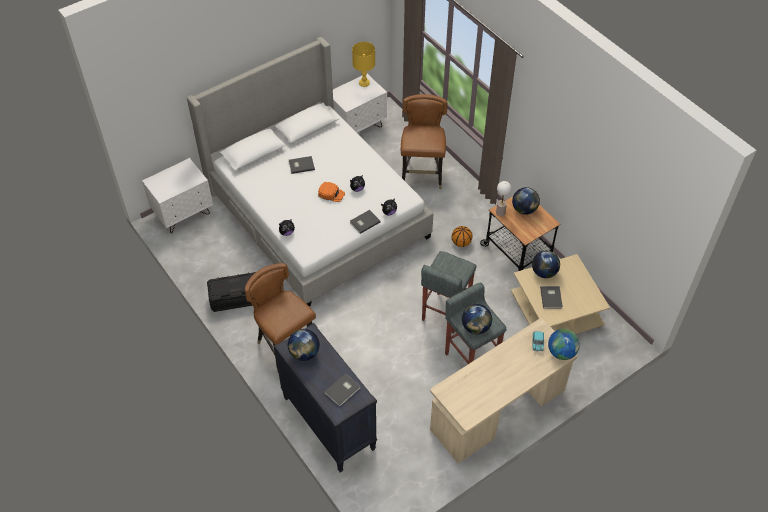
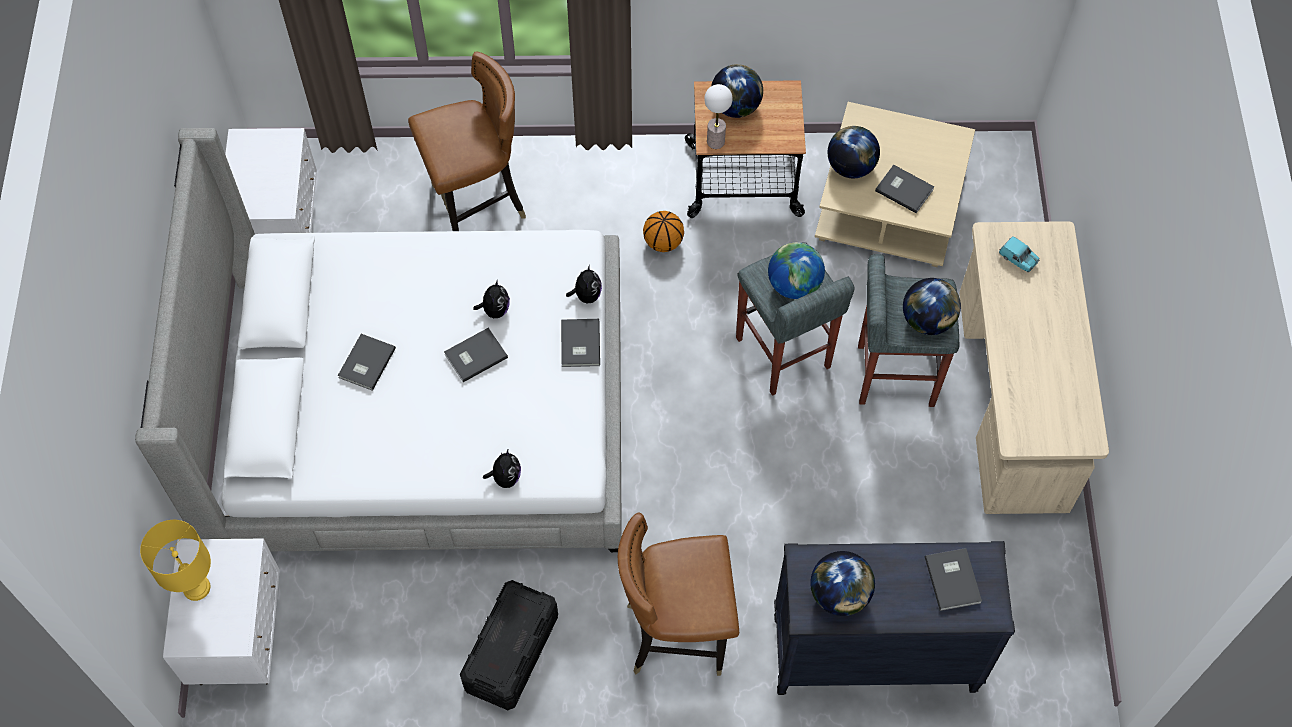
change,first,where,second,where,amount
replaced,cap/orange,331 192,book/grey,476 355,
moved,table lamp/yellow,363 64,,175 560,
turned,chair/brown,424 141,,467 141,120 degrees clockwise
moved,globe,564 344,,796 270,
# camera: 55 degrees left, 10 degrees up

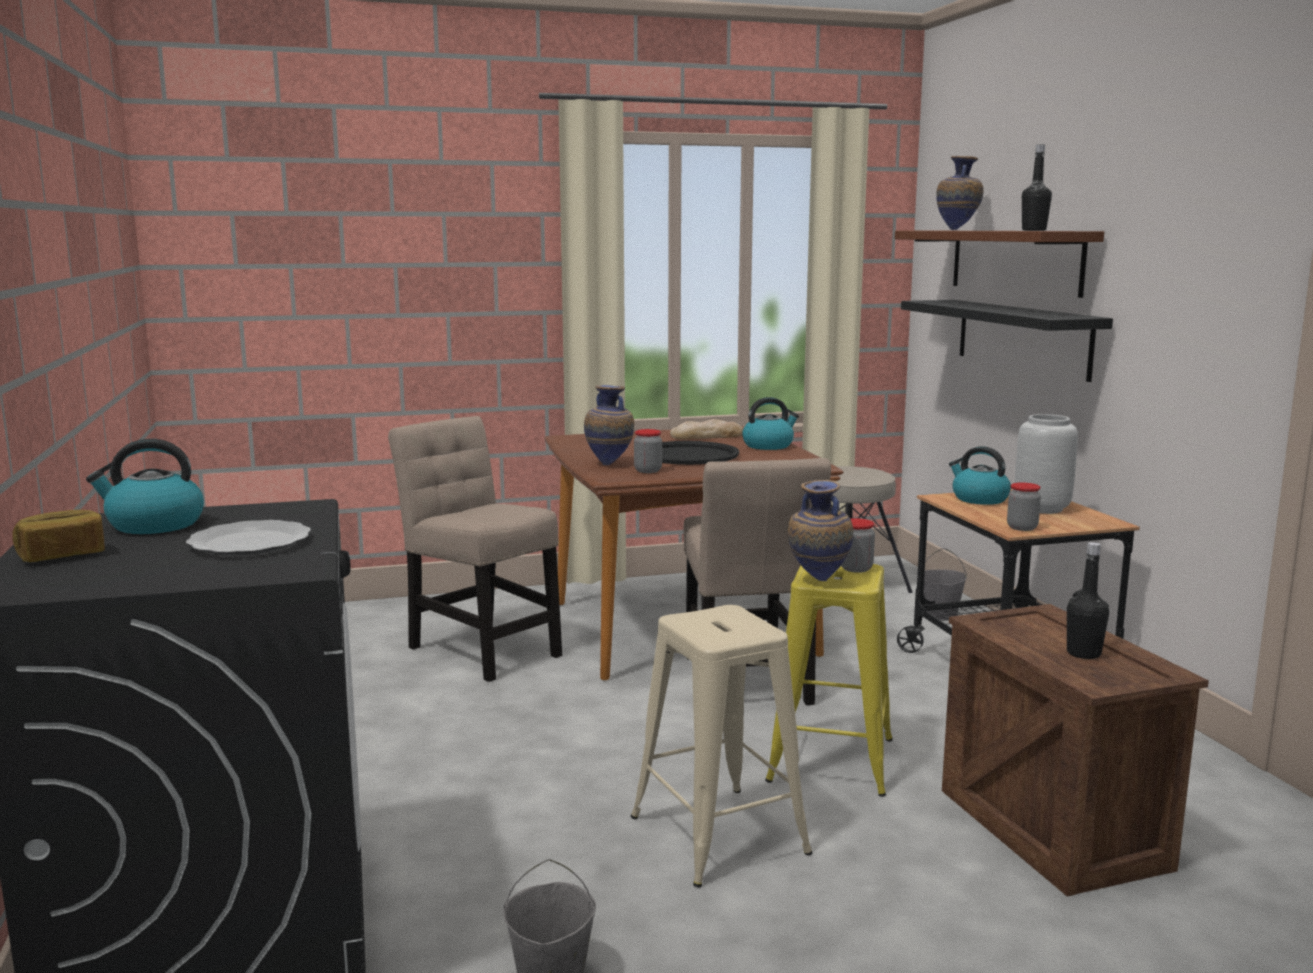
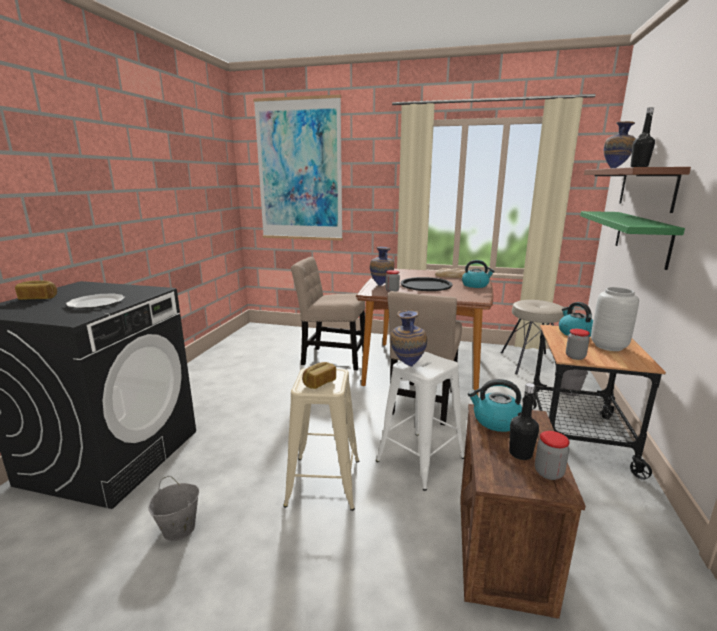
change,first,where,second,where,amount
moved,kettle,145 486,,495 405,
turned,chair/beige,475 549,,328 313,60 degrees counterclockwise
recoloured,stool/yellow,829 680,stool/white,420 421,
moved,jar,858 545,,552 455,
recoloured,shelf/black,1007 341,shelf/green,632 240,
added,,,picture,298 167,
added,,,bread,319 375,
# camera: 30 degrees right, 5 degrees up

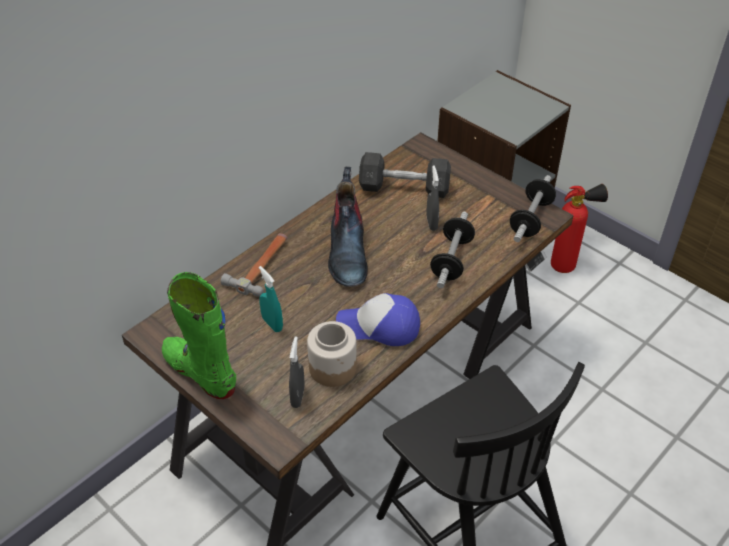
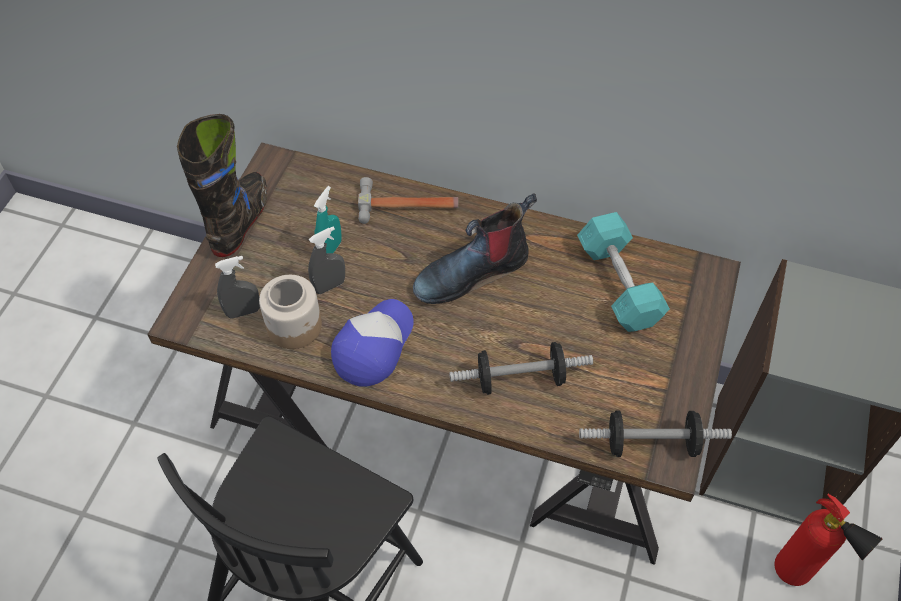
change,first,where,second,where,amount
recoloured,boot/green,199 335,boot/black,222 185,
turned,cap,378 319,,372 343,45 degrees clockwise
recoloured,dumbbell/grey,405 175,dumbbell/turquoise,623 272,
moved,spray bottle/grey,432 198,,326 260,
# camera: 65 degrees right, 10 degrees up

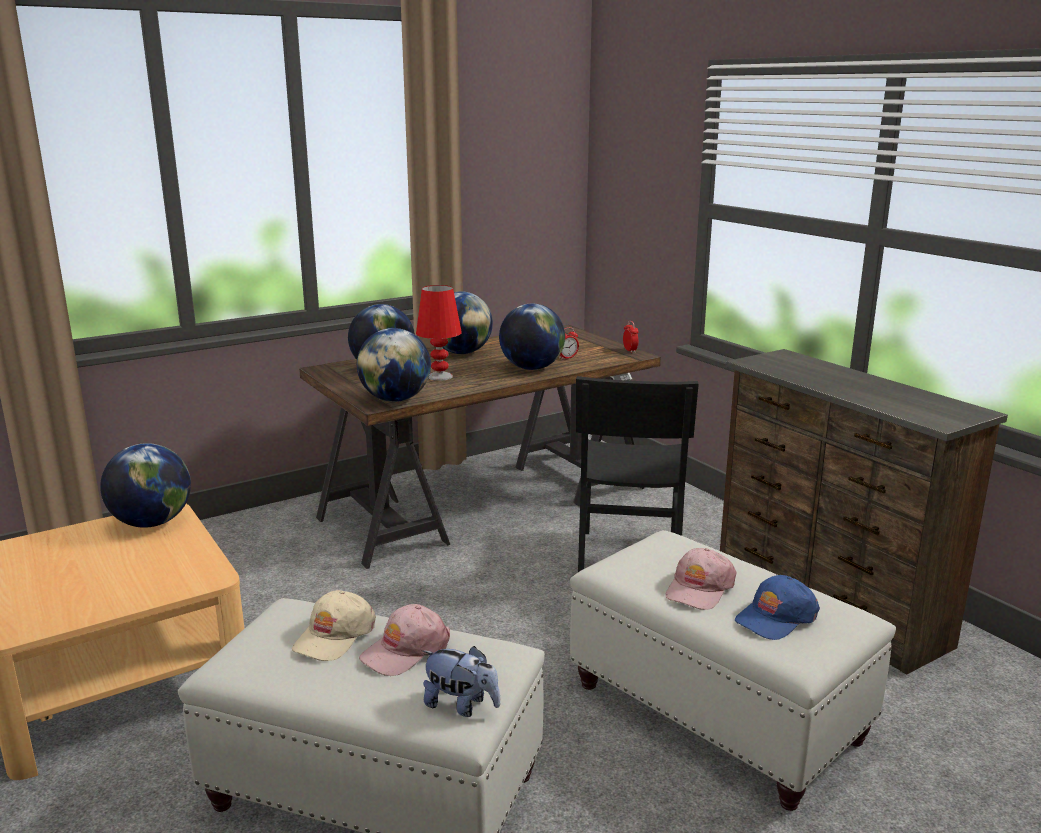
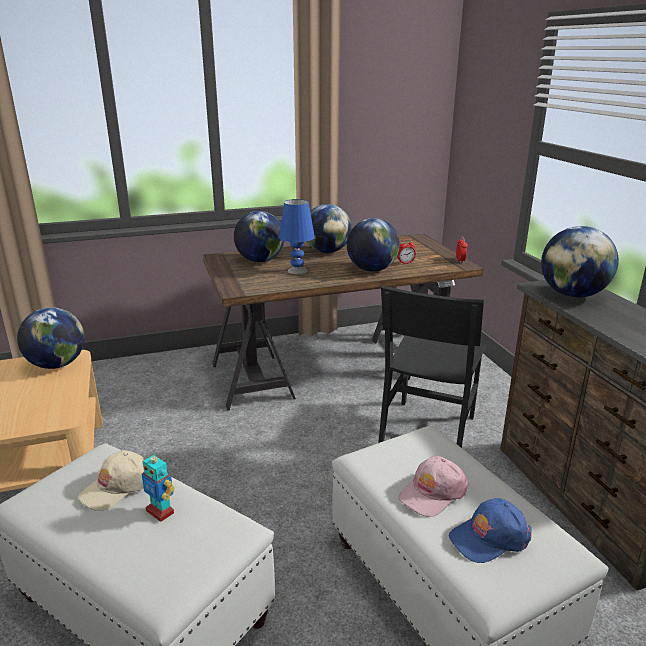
change,first,where,second,where,amount
moved,globe,394 365,,580 262,
replaced,cap/pink,404 640,toy robot,158 486,
recoloured,table lamp/red,439 333,table lamp/blue,297 236,
removed,plush toy,461 681,,,
# camera: 15 degrees right, 5 degrees up

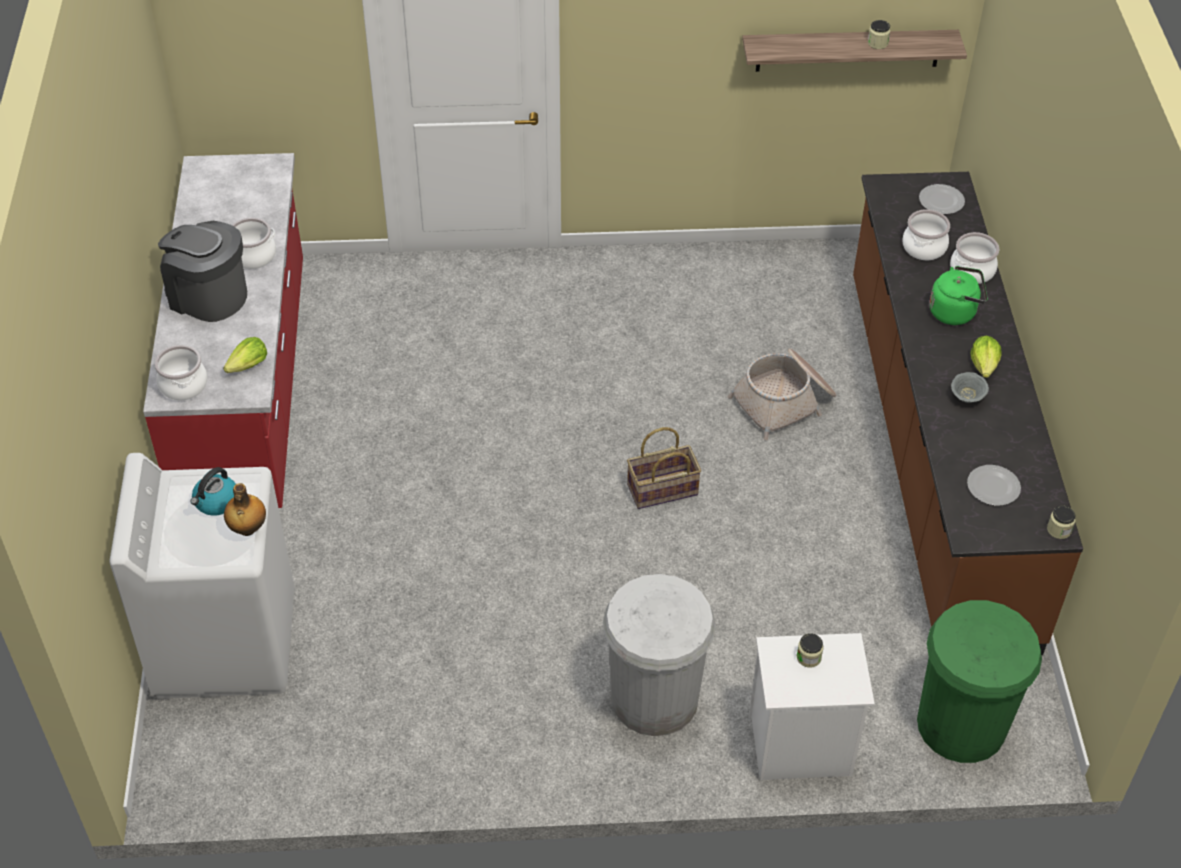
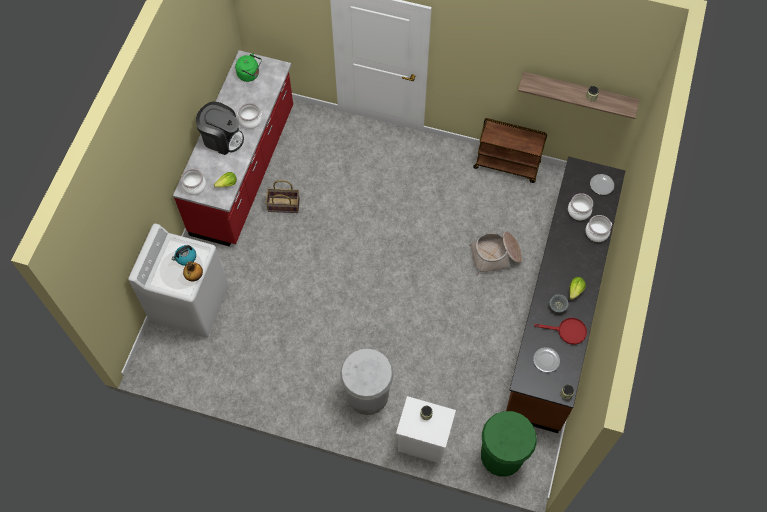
change,first,where,second,where,amount
turned,coffee machine,202 271,,220 128,150 degrees clockwise
moved,basket,664 468,,282 196,
moved,kettle/green,958 295,,248 67,
added,,,cart/brown,510 150,
added,,,frying pan/red,560 331,
# camera: 20 degrees right, 15 degrees up

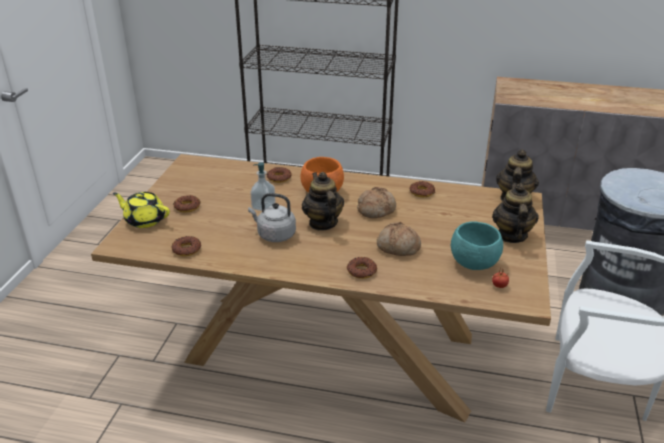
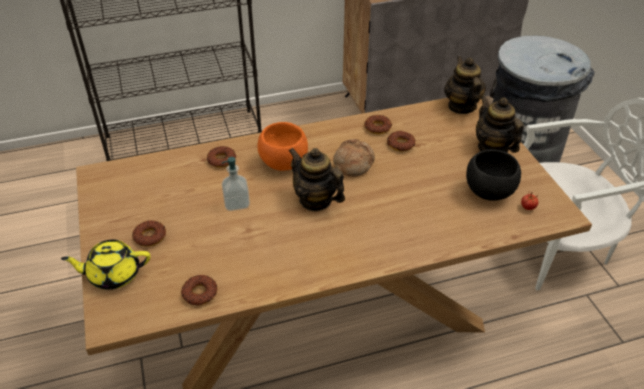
change,first,where,second,where,amount
removed,kettle/grey,272 217,,,
moved,donut,361 268,,401 141,
removed,bread,399 239,,,
recoloured,bowl/turquoise,477 245,bowl/black,493 175,
# camera: 30 degrees left, 10 degrees up

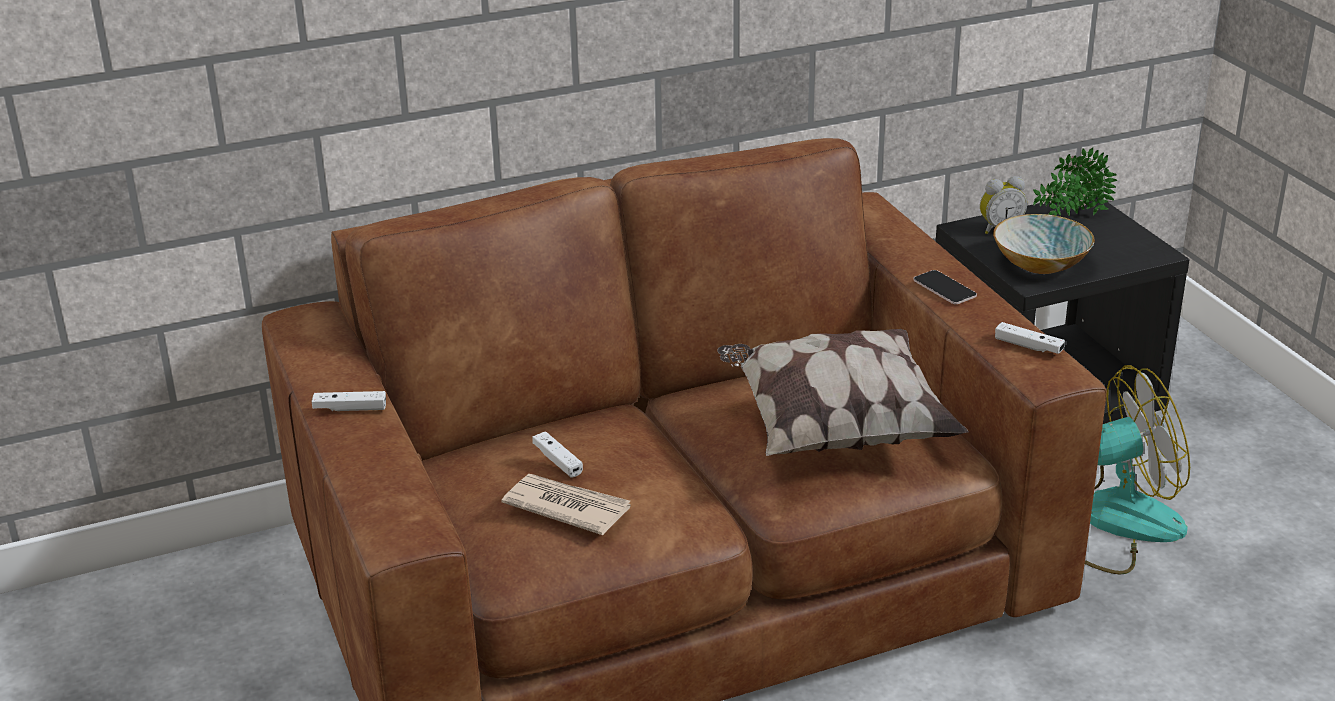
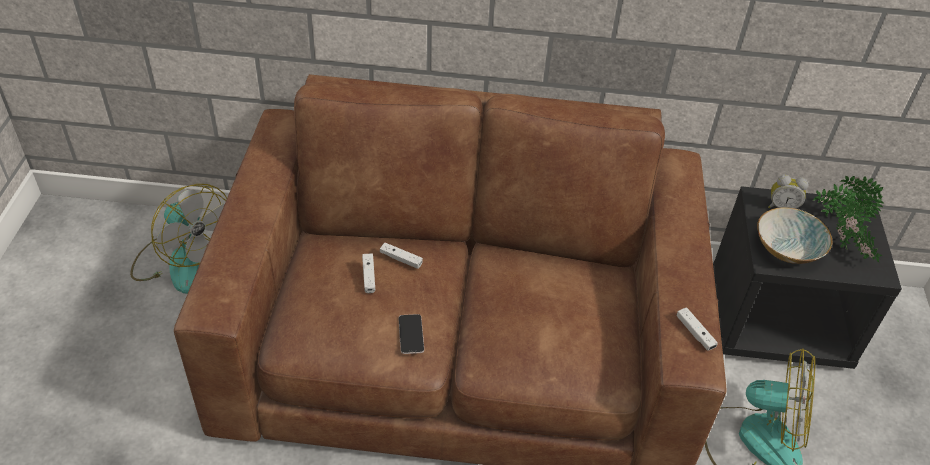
change,first,where,second,where,amount
moved,game controller/white,349 401,,401 256,
removed,newspaper,566 504,,,
removed,pillow,843 392,,,
moved,phone,945 287,,411 334,
added,,,fan,178 239,
added,,,potted plant,858 230,
# camera: 25 degrees right, 15 degrees up

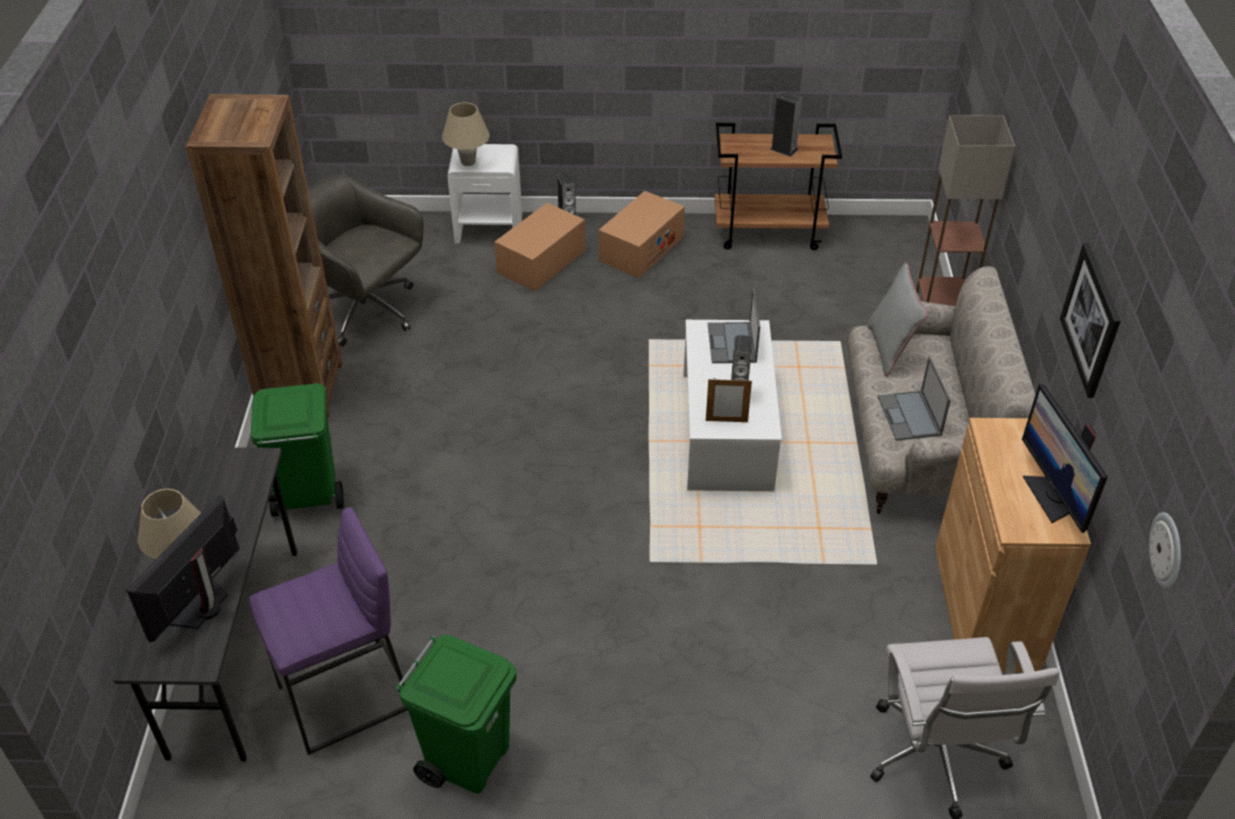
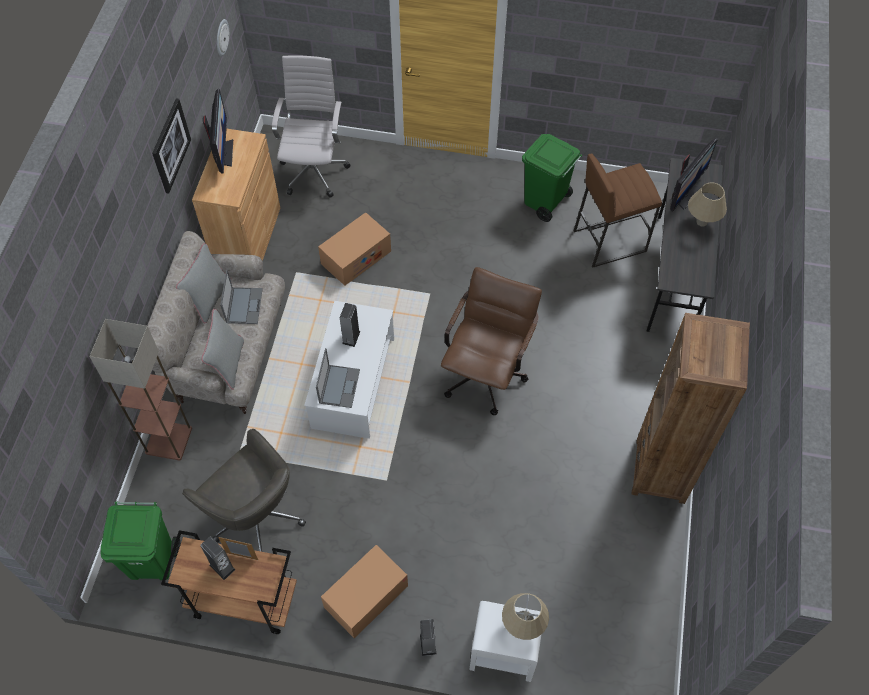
change,first,where,second,where,amount
recoloured,stool/purple,328 631,stool/brown,618 211,
moved,trash can/green,297 450,,140 540,
moved,office chair/grey,366 260,,244 490,
moved,cardboard box,540 247,,354 249,
moved,picture frame,729 400,,238 548,
added,,,pillow/grey,204 283,
added,,,office chair/brown,491 341,
# camera: 170 degrees left, 15 degrees up

